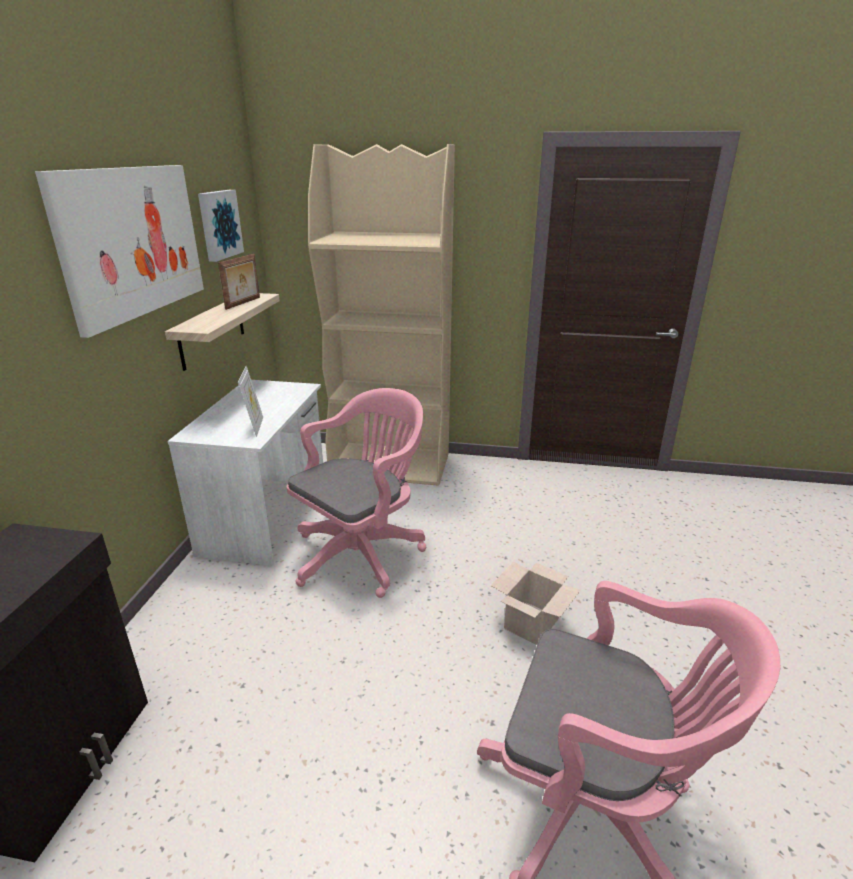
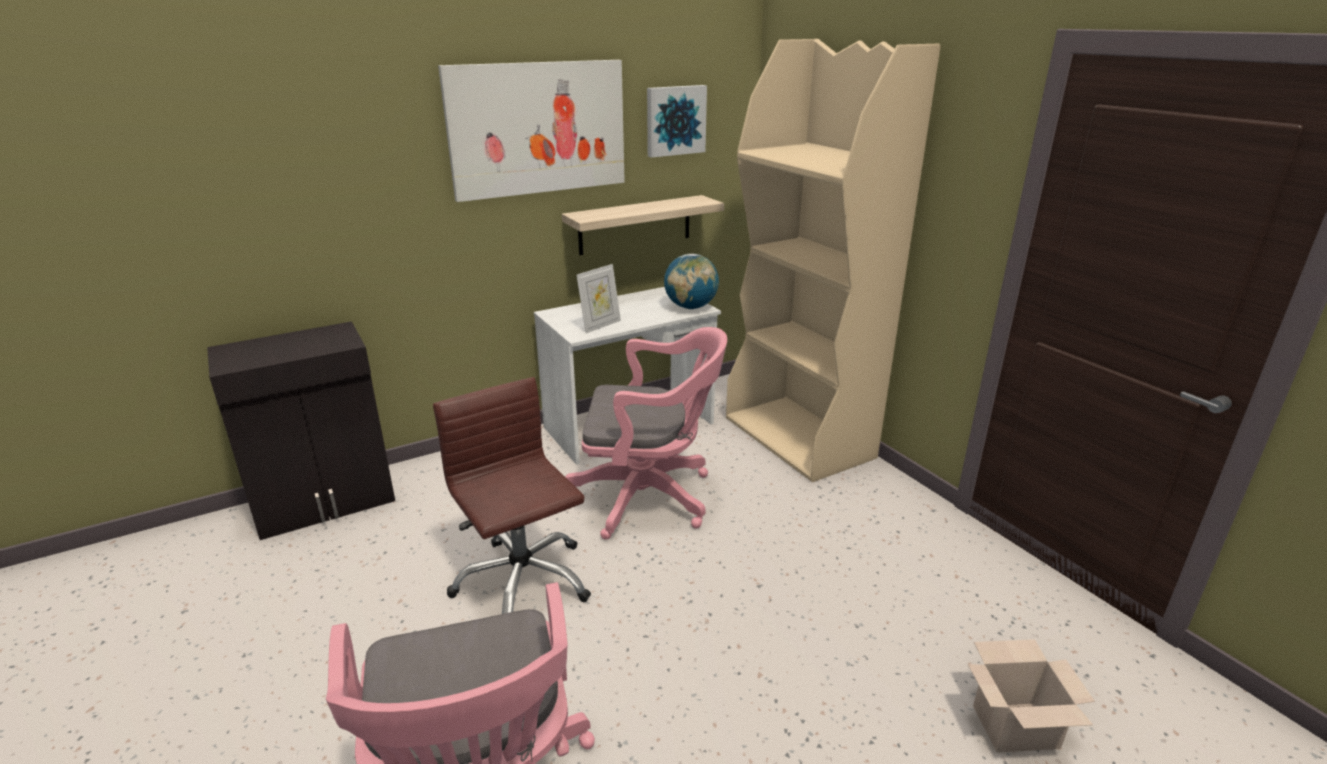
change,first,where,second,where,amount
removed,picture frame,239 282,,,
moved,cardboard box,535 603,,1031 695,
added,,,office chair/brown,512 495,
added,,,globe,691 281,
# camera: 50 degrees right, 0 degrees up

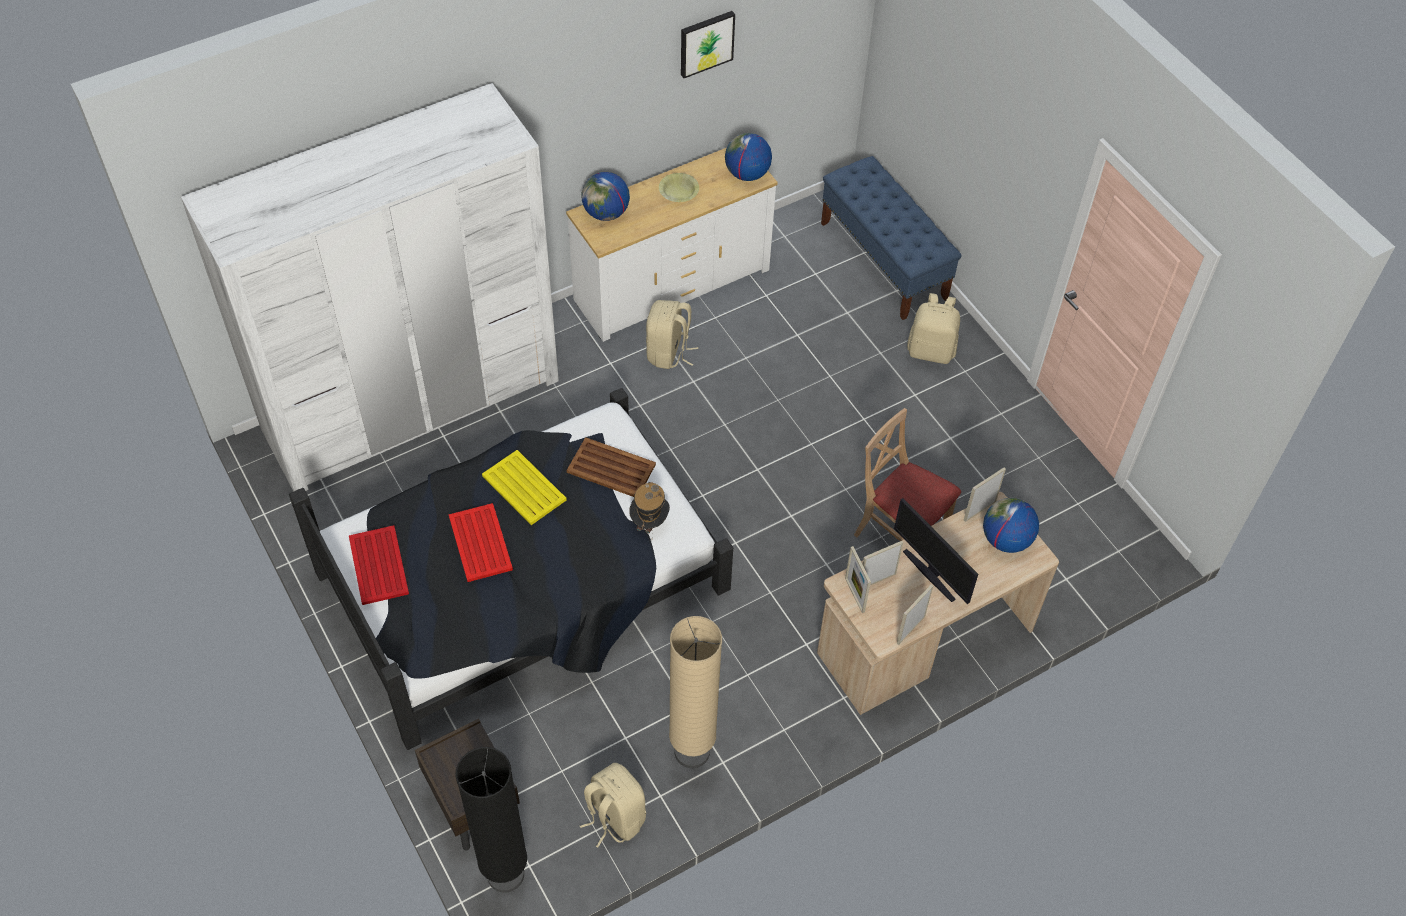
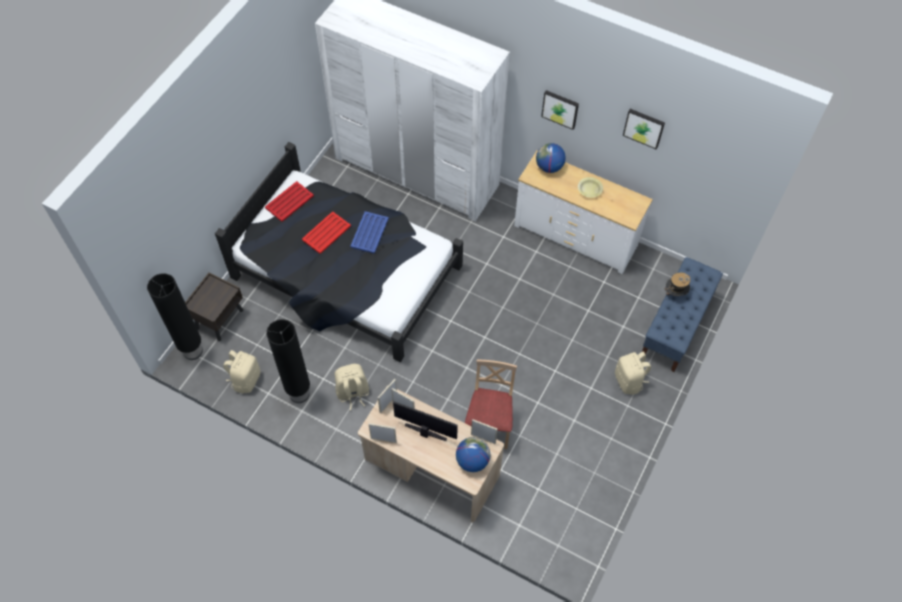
change,first,where,second,where,amount
recoloured,tray/yellow,524 487,tray/blue,369 232,
removed,tray/brown,611 467,,,
moved,hat,649 507,,677 284,
moved,backpack/beige,672 334,,352 387,
recoloured,floor lamp/beige,695 692,floor lamp/black,288 361,
removed,globe,748 157,,,
turned,monitor,936 551,,425 421,90 degrees clockwise
added,,,picture,560 110,
# camera: 60 degrees right, 5 degrees up

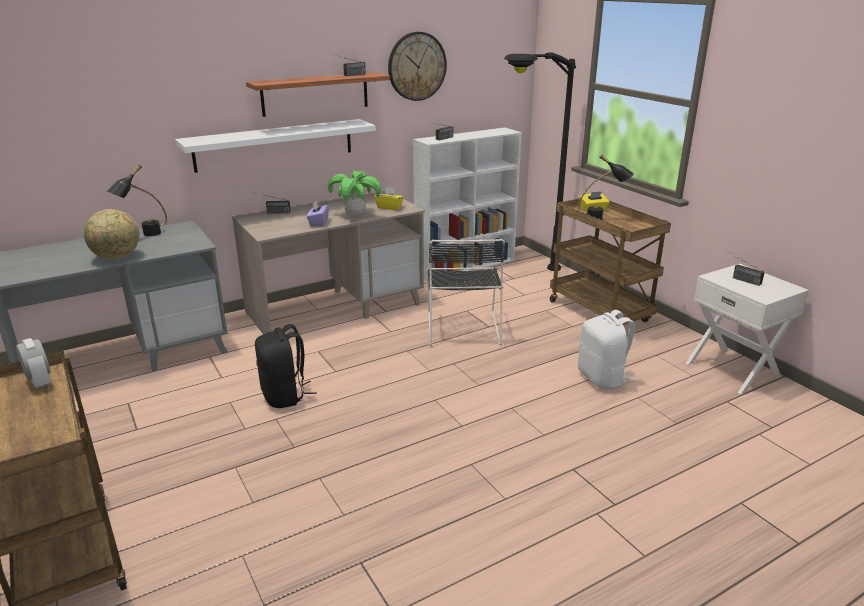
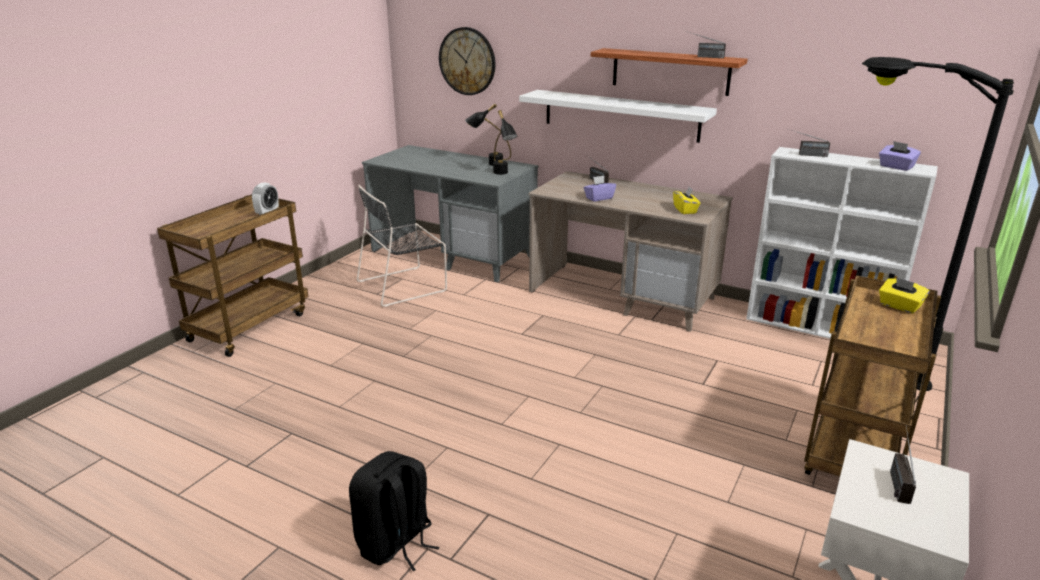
change,first,where,second,where,amount
removed,globe,111 234,,,
moved,backpack/black,286 366,,394 511,
removed,potted plant,354 194,,,
moved,wall clock,417 66,,467 61,
moved,chair/black,466 292,,402 246,
moved,table lamp/black,606 187,,505 142,
removed,backpack/white,606 350,,,
added,,,tissue box/purple,900 156,
# camera: 60 degrees right, 0 degrees up

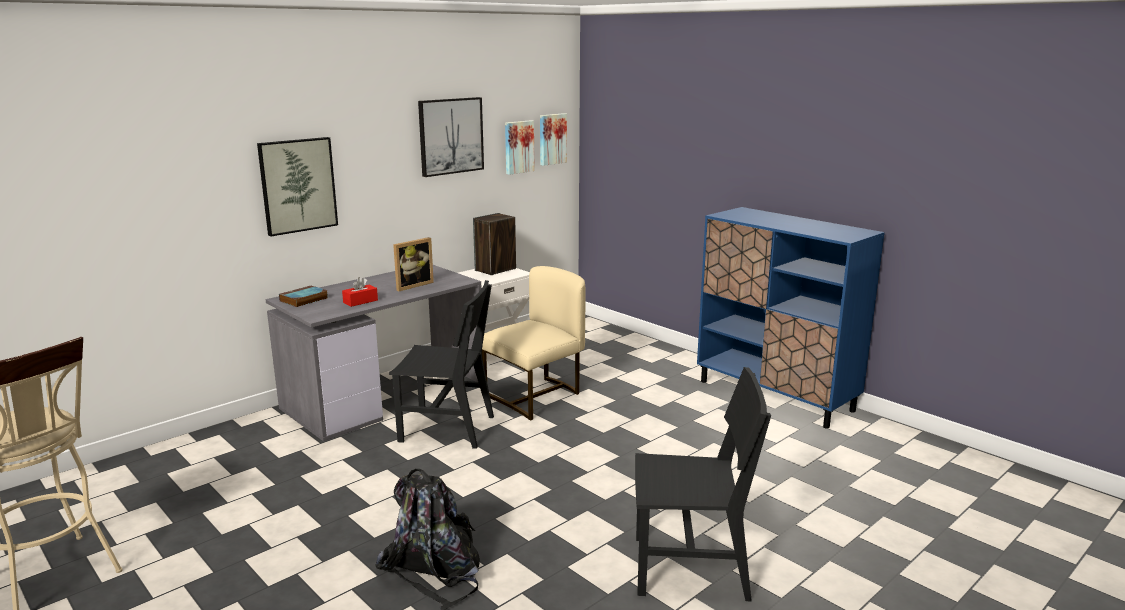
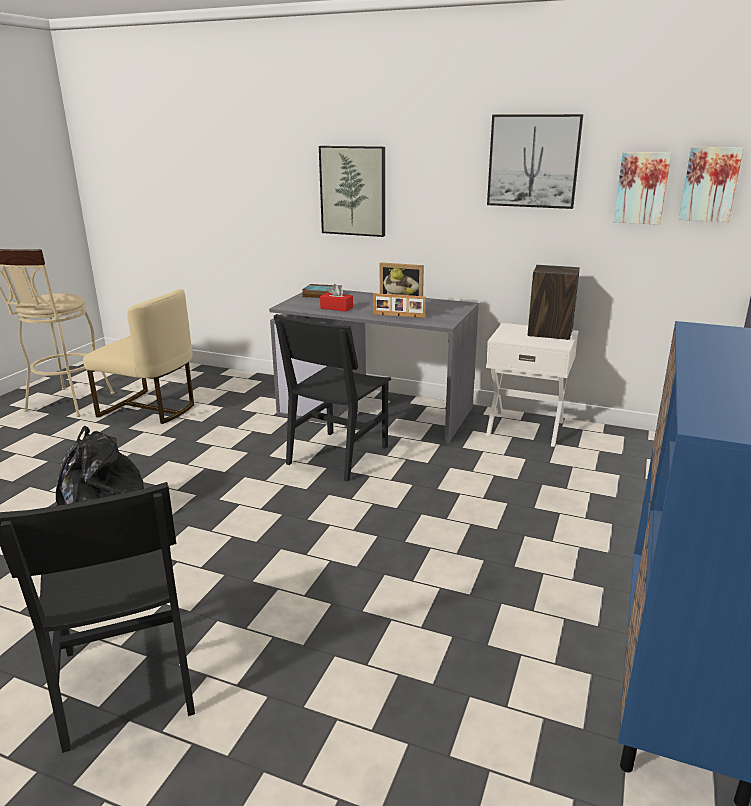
change,first,where,second,where,amount
turned,chair/black,441 364,,332 398,45 degrees clockwise
moved,chair/beige,533 343,,138 356,
added,,,picture frame,399 305,
# camera: 65 degrees right, 5 degrees up

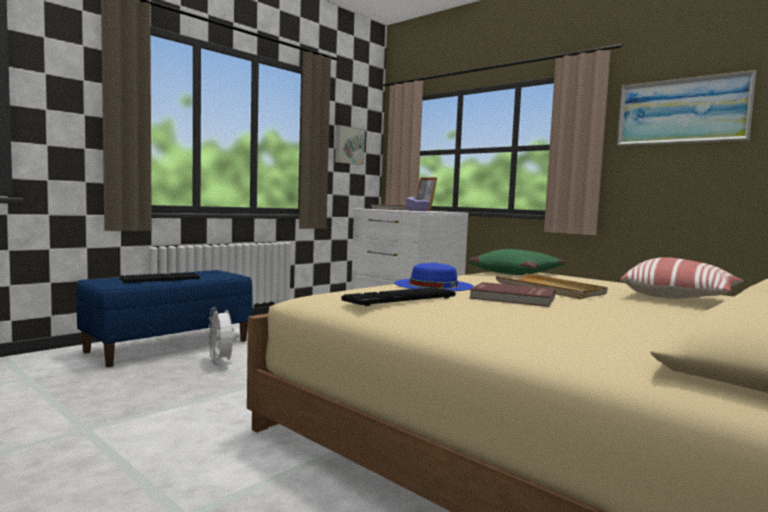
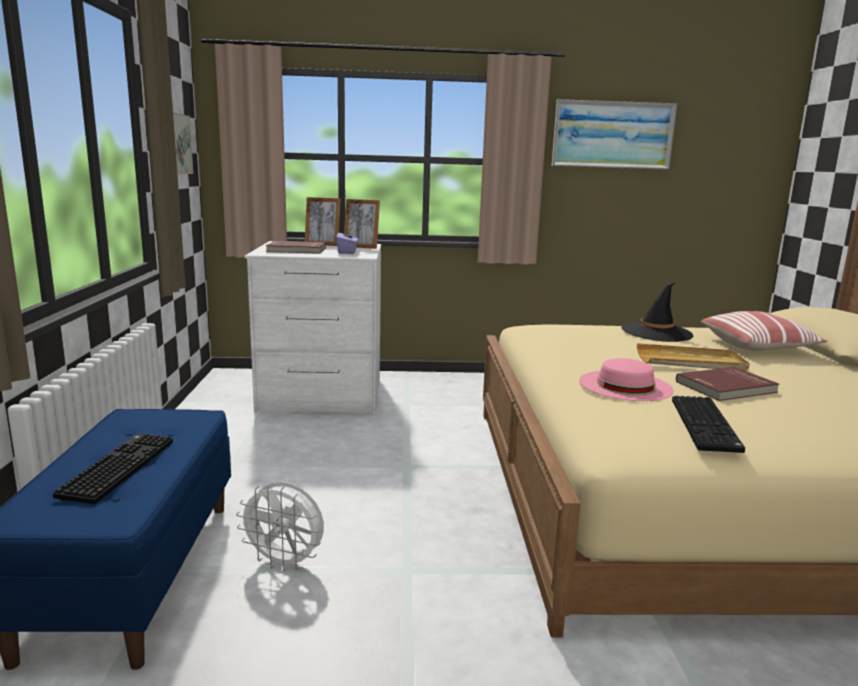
change,first,where,second,where,amount
recoloured,hat/blue,434 277,hat/pink,626 379,
removed,pillow/green,517 262,,,
added,,,picture frame,362 224,
added,,,hat/black,657 312,
# camera: 45 degrees left, 10 degrees up

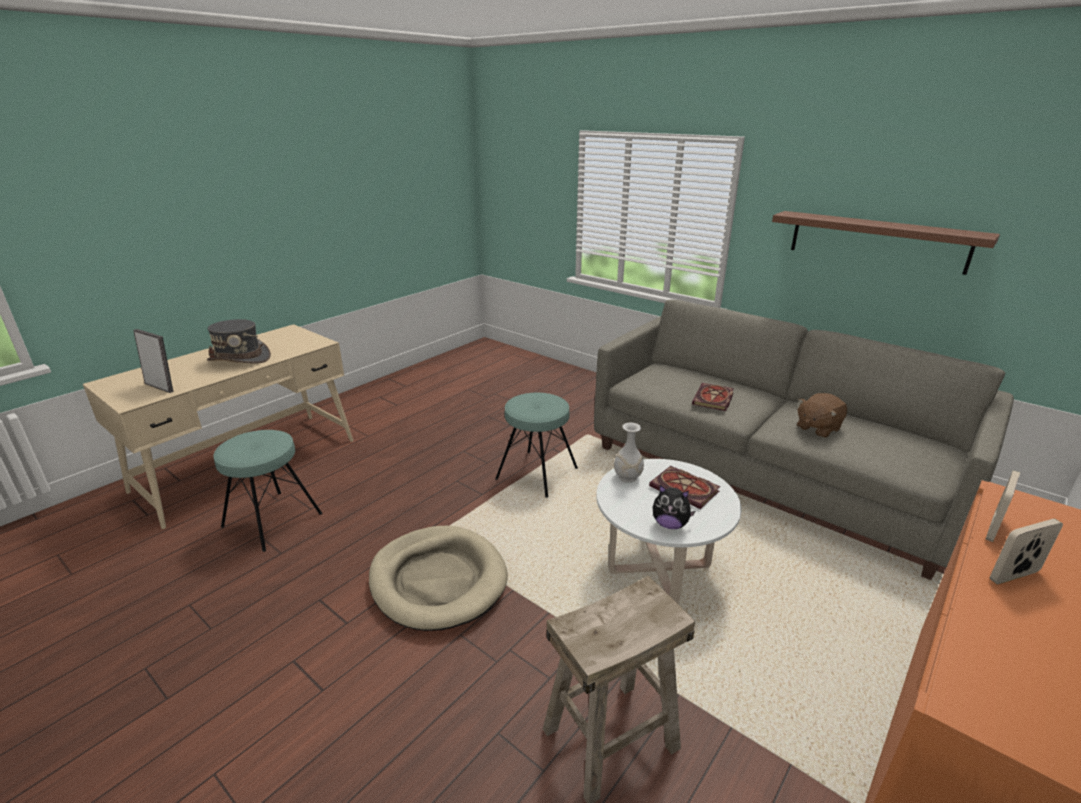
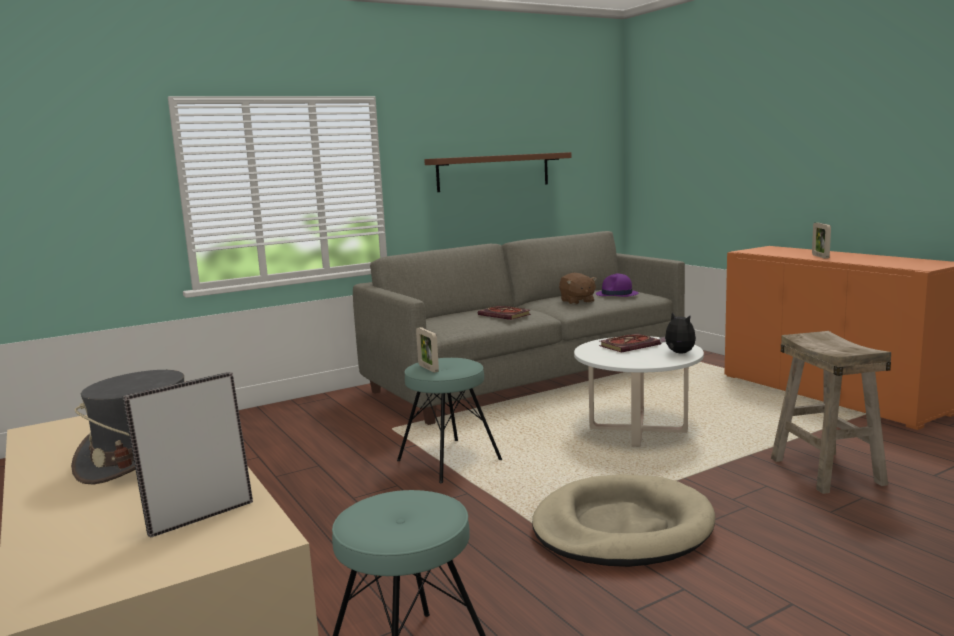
change,first,where,second,where,amount
removed,vase/white,629 452,,,
turned,plush toy,674 507,,678 332,75 degrees counterclockwise
moved,picture frame,1003 506,,427 350,
added,,,hat/purple,617 285,
# camera: 70 degrees left, 15 degrees down

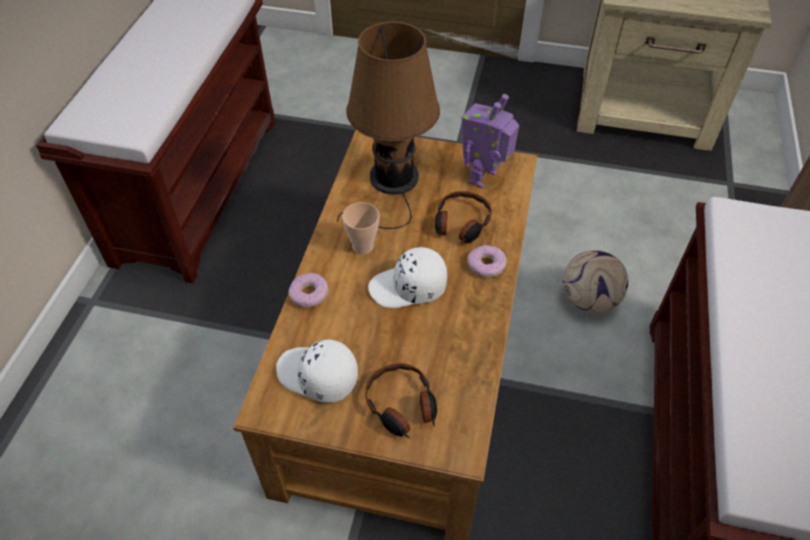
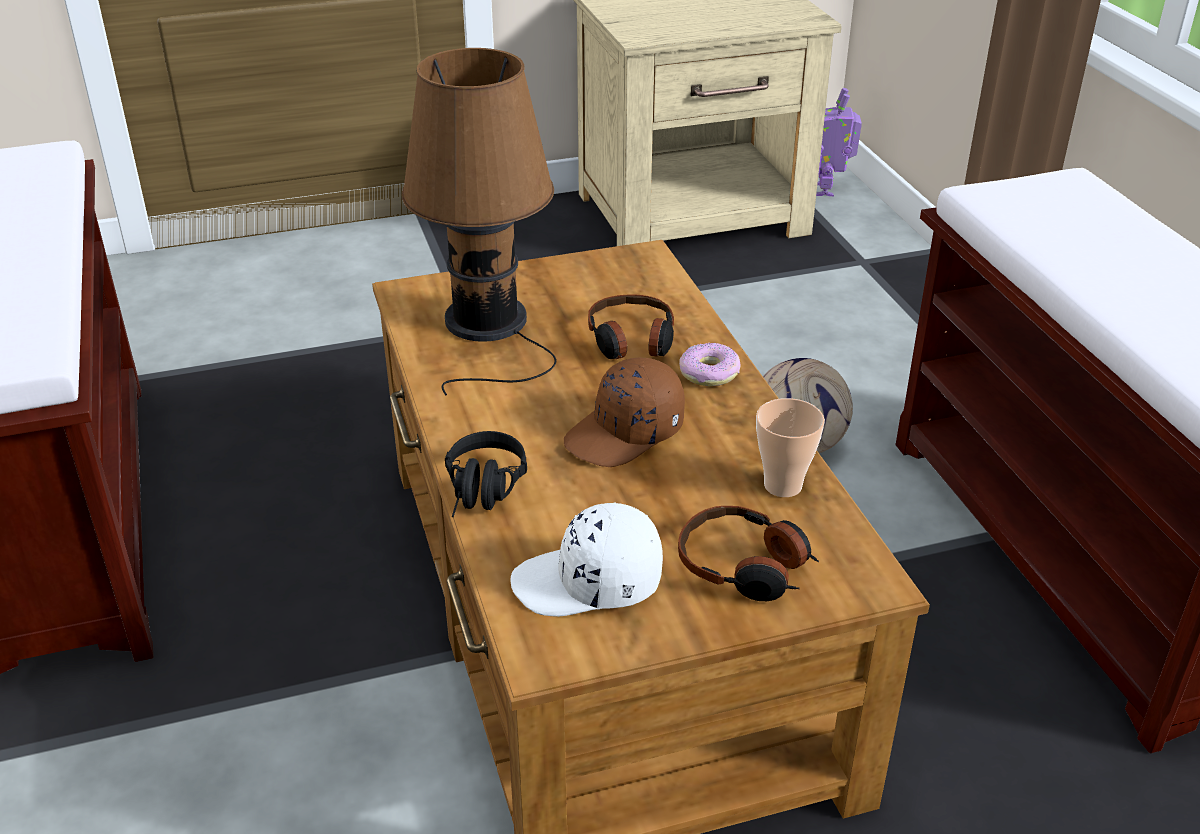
change,first,where,second,where,amount
replaced,donut,308 290,headphones/black,486 474,
moved,cup,360 228,,790 447,
recoloured,cap/white,407 277,cap/brown,624 412,
moved,toy robot,490 141,,839 142,
# camera: 30 degrees left, 15 degrees down

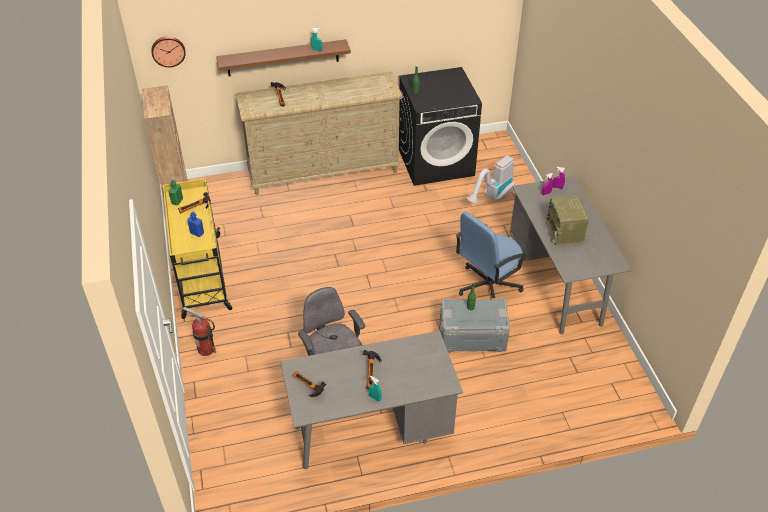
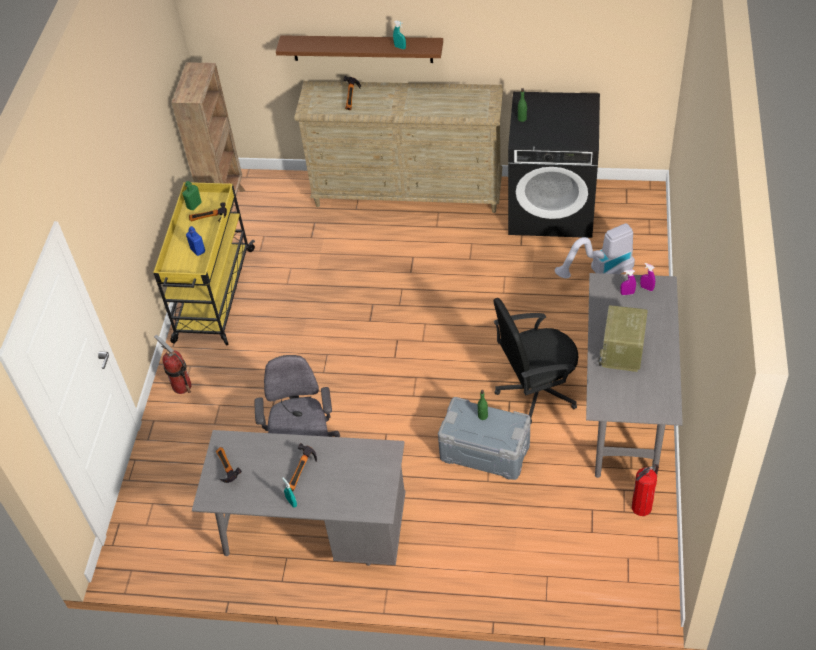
change,first,where,second,where,amount
removed,wall clock,168 51,,,
recoloured,office chair/blue,492 255,office chair/black,535 361,
added,,,fire extinguisher,645 490,
# camera: 25 degrees right, 5 degrees up

